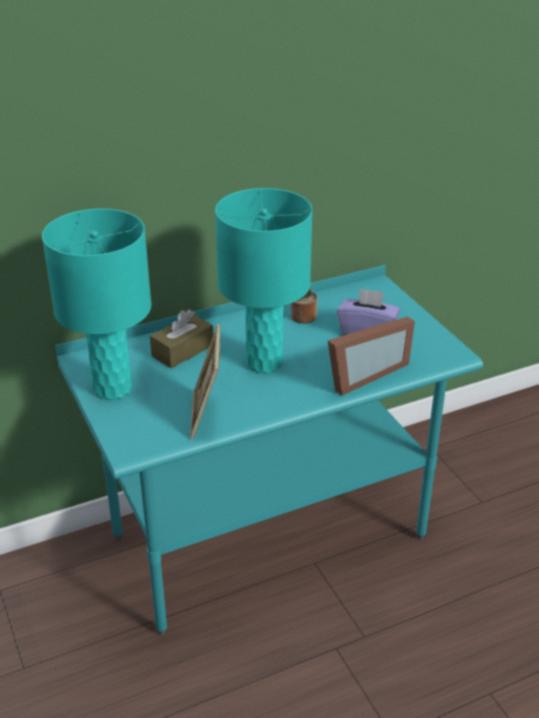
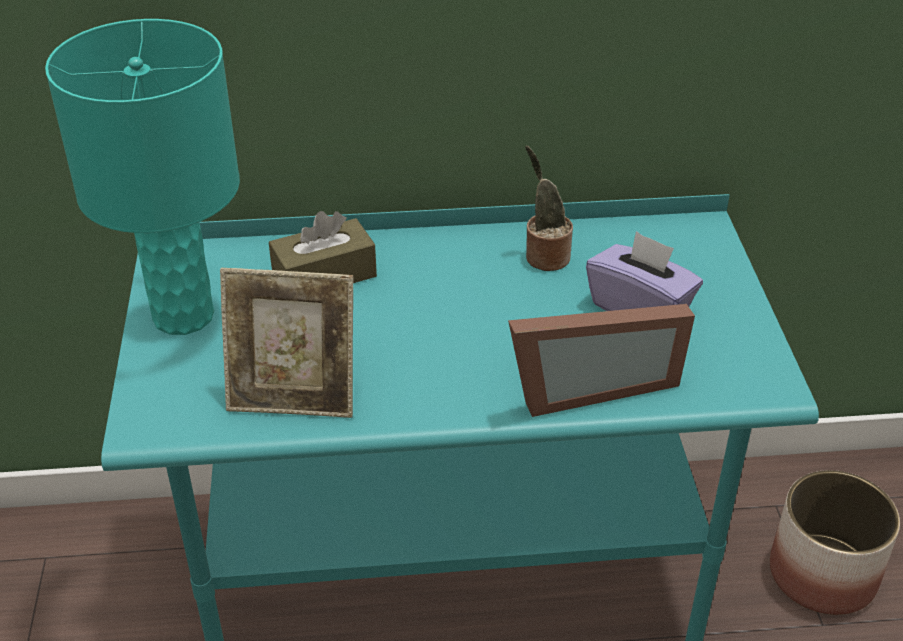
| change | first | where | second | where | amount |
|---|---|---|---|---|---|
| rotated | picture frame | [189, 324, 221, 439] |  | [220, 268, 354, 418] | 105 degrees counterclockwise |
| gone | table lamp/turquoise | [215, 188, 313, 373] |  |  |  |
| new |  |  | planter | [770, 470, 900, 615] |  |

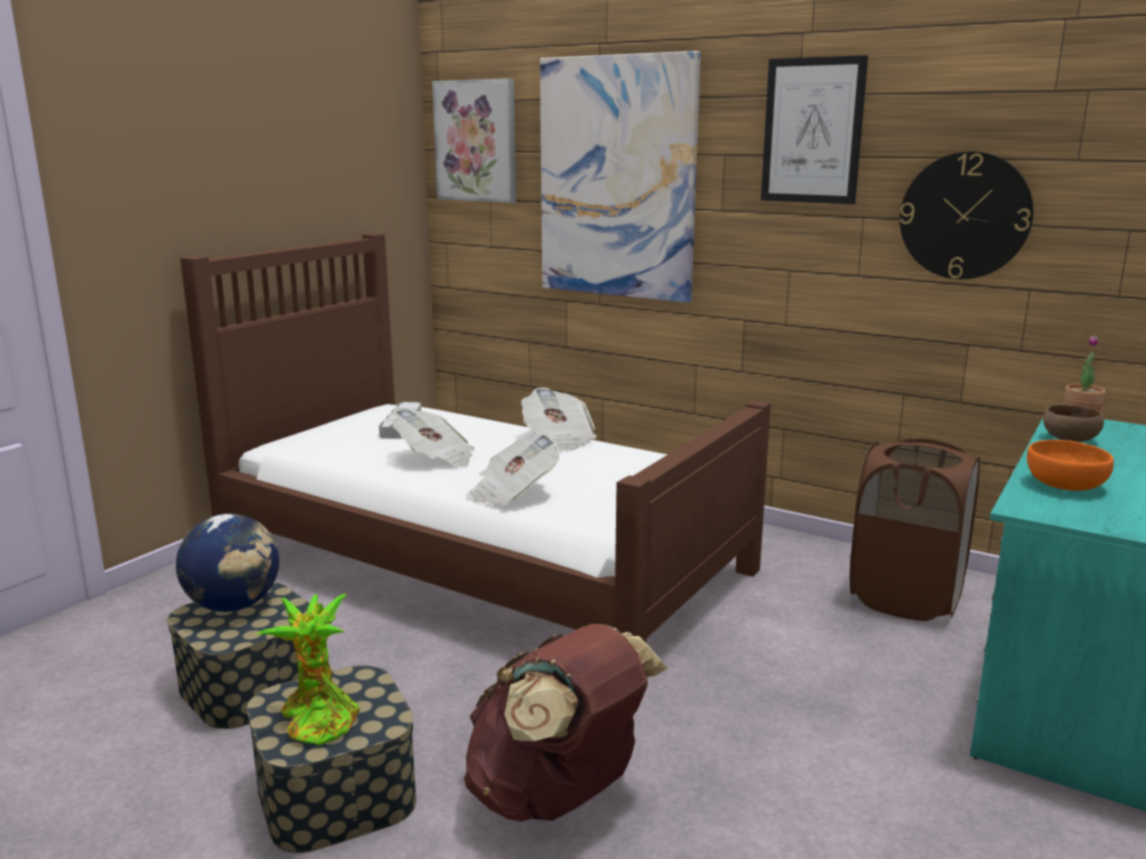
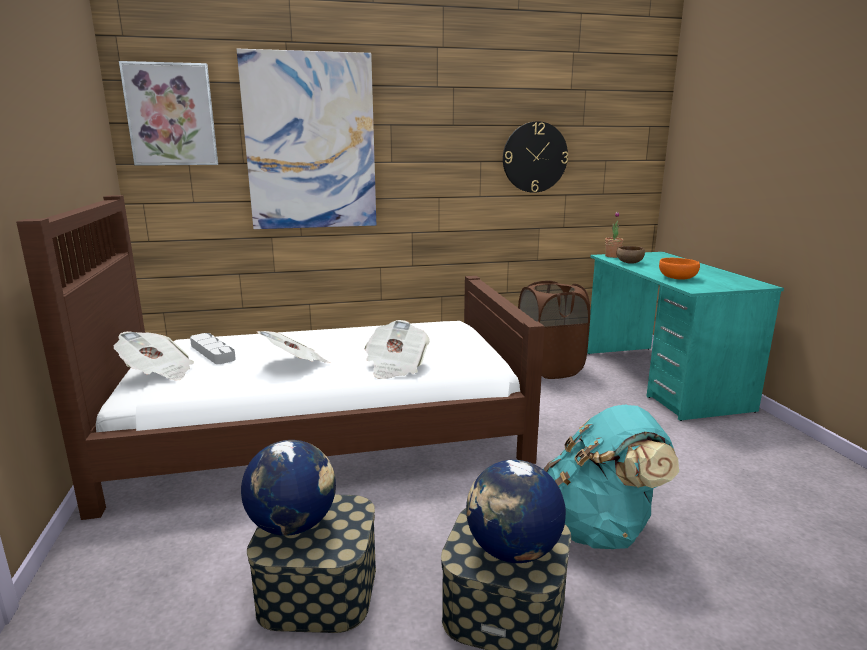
| change | first | where | second | where | amount |
|---|---|---|---|---|---|
| swapped | potted plant | [255, 594, 360, 746] | globe | [466, 460, 566, 563] |  |
| repainted | backpack/brown | [464, 624, 667, 822] | backpack/turquoise | [543, 404, 679, 549] |  |
| shifted | newspaper | [521, 388, 597, 452] |  | [114, 331, 194, 380] |  |
| gone | picture | [761, 55, 868, 204] |  |  |  |

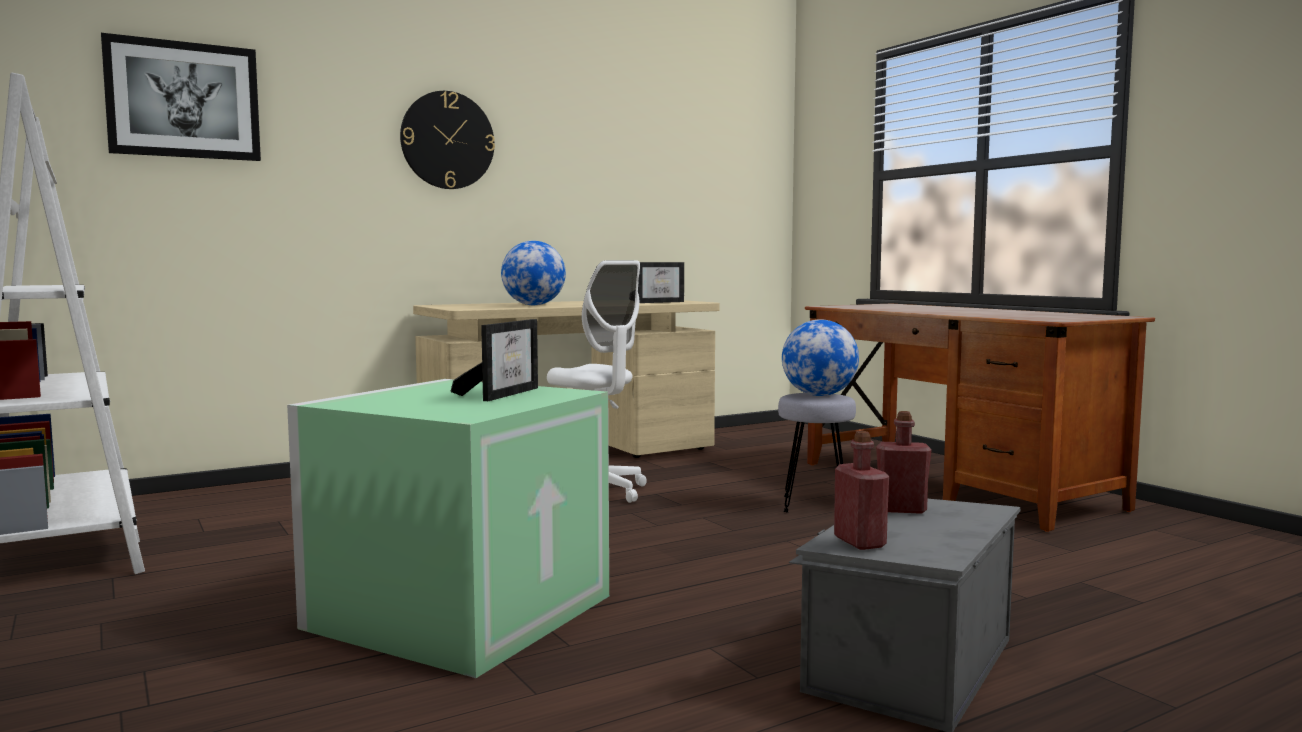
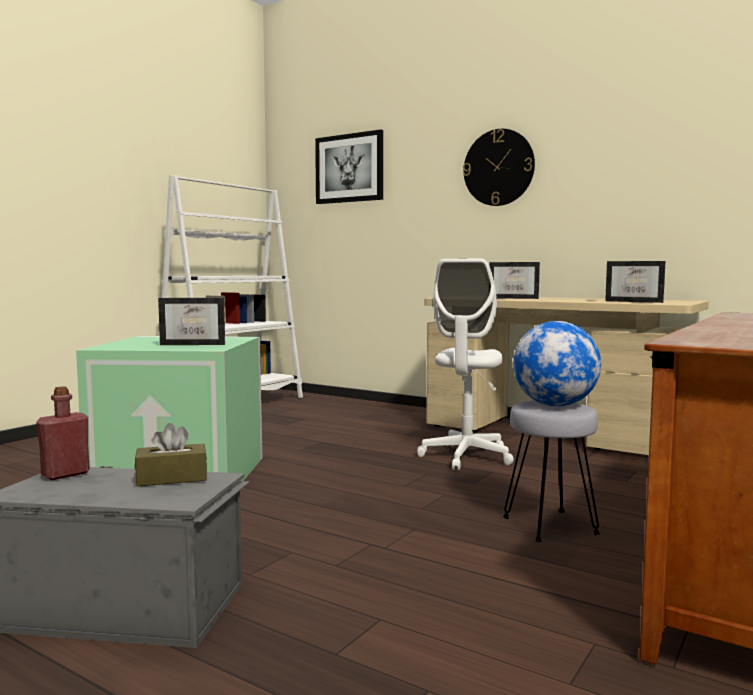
| change | first | where | second | where | amount |
|---|---|---|---|---|---|
| swapped | globe | [501, 240, 566, 305] | picture frame | [489, 262, 540, 299] |  |
| swapped | bottle/red | [876, 411, 932, 514] | tissue box/brown | [135, 423, 207, 486] |  |

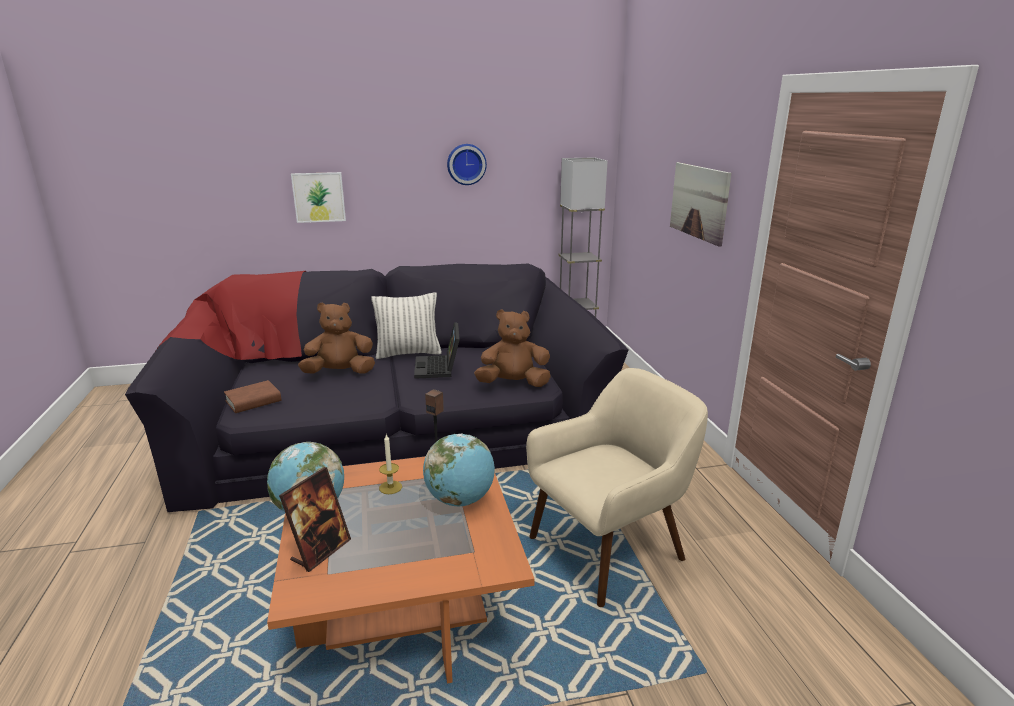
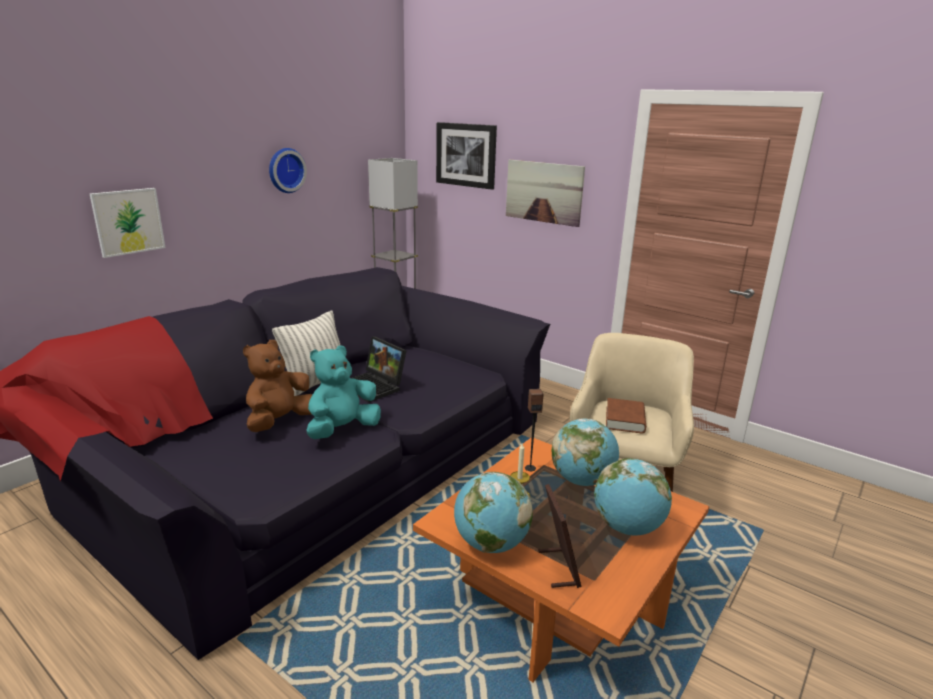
| change | first | where | second | where | amount |
|---|---|---|---|---|---|
| shifted | book/brown | [224, 380, 281, 413] |  | [606, 398, 646, 434] |  |
| gone | plush toy/brown | [474, 309, 551, 387] |  |  |  |
| new |  |  | plush toy/turquoise | [306, 345, 381, 439] |  |
| new |  |  | picture | [436, 122, 497, 190] |  |
| new |  |  | globe | [594, 458, 672, 536] |  |

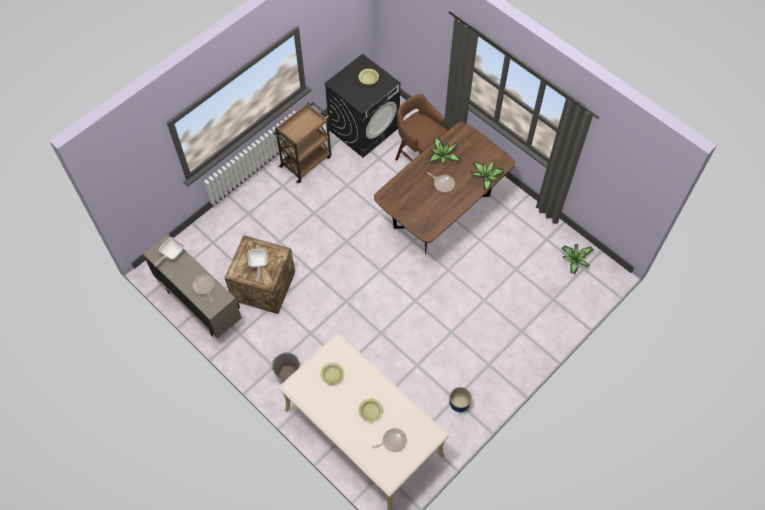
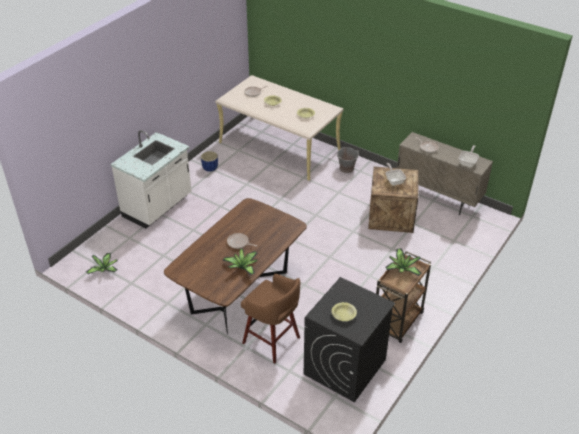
| change | first | where | second | where | amount |
|---|---|---|---|---|---|
| shifted | potted plant | [471, 161, 505, 190] |  | [386, 248, 422, 276] |  |
| new |  |  | counter/white | [111, 130, 192, 229] |  |

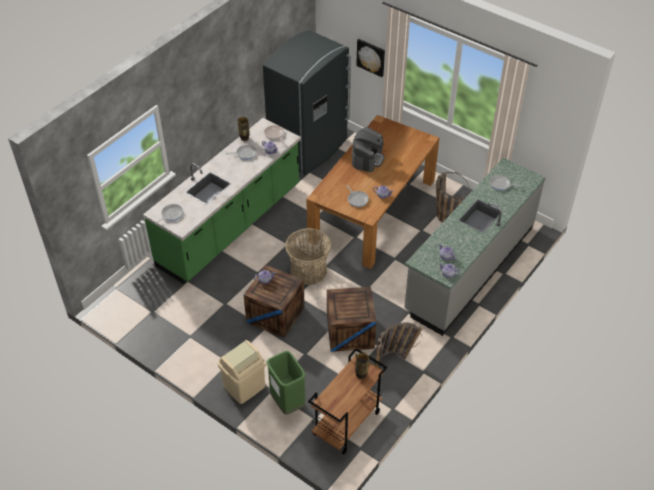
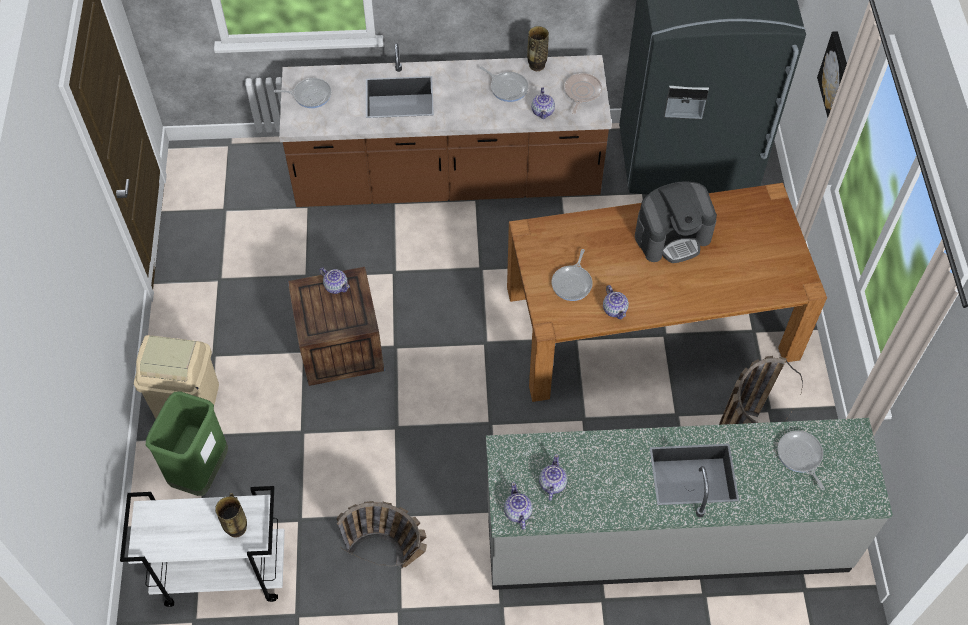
| change | first | where | second | where | amount |
|---|---|---|---|---|---|
| repainted | counter/green | [143, 118, 301, 284] | counter/brown | [279, 43, 612, 207] |  |
| gone | basket | [285, 228, 331, 285] |  |  |  |
| repainted | cart/brown | [308, 348, 387, 455] | cart/white | [120, 486, 285, 607] |  |
| gone | crate | [327, 287, 376, 352] |  |  |  |

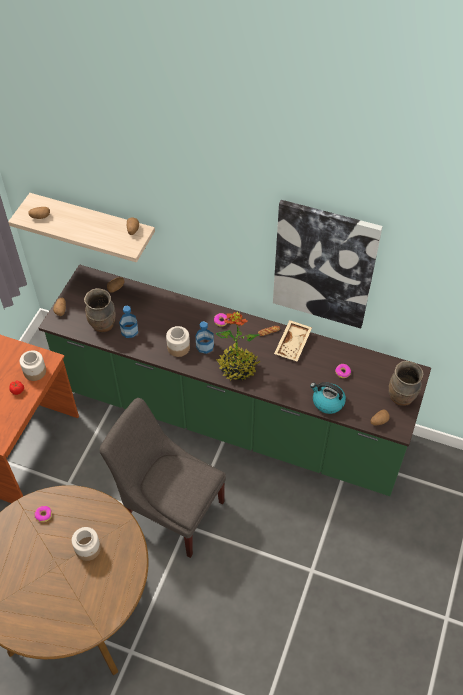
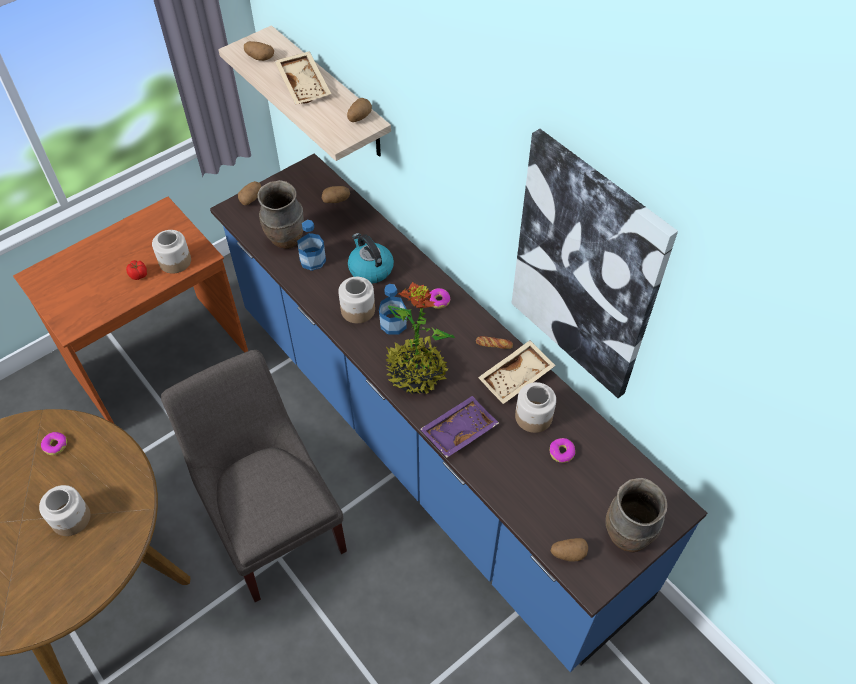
| change | first | where | second | where | amount |
|---|---|---|---|---|---|
| repainted | counter/green | [39, 264, 431, 496] | counter/blue | [210, 153, 707, 672] |  |
| shifted | kettle | [310, 382, 346, 414] |  | [348, 233, 394, 284] |  |
| new |  |  | tray/beige | [275, 51, 331, 105] |  |
| new |  |  | tray/purple | [420, 396, 499, 458] |  |
| new |  |  | jar | [515, 382, 556, 433] |  |

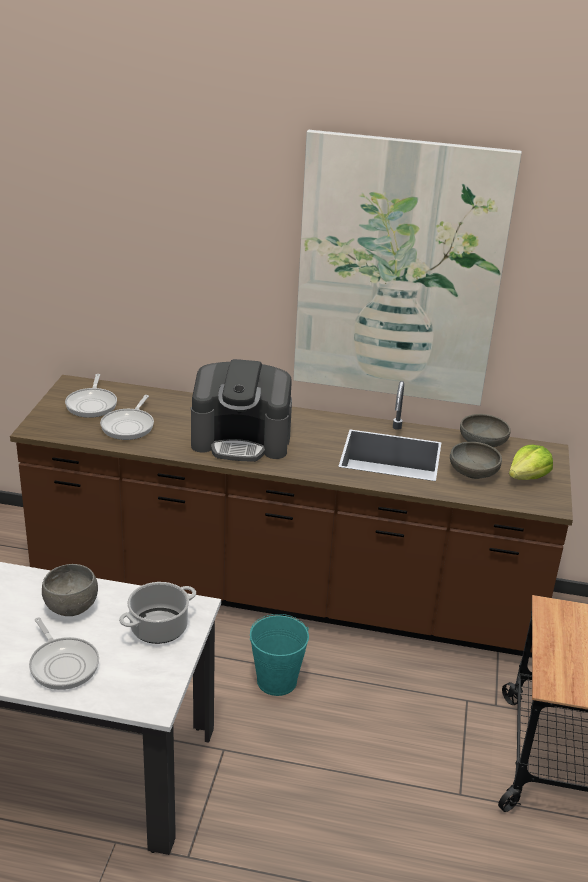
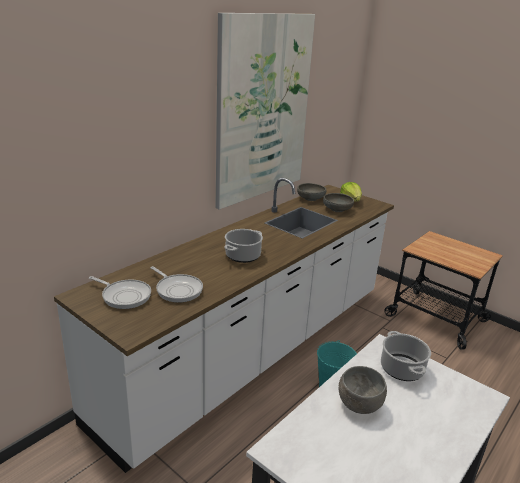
| change | first | where | second | where | amount |
|---|---|---|---|---|---|
| repainted | counter/brown | [10, 375, 573, 658] | counter/white | [54, 178, 394, 473] |  |
| gone | frying pan | [29, 617, 99, 690] |  |  |  |
| swapped | coffee machine | [191, 359, 292, 462] | cooking pot | [224, 229, 263, 263] |  |

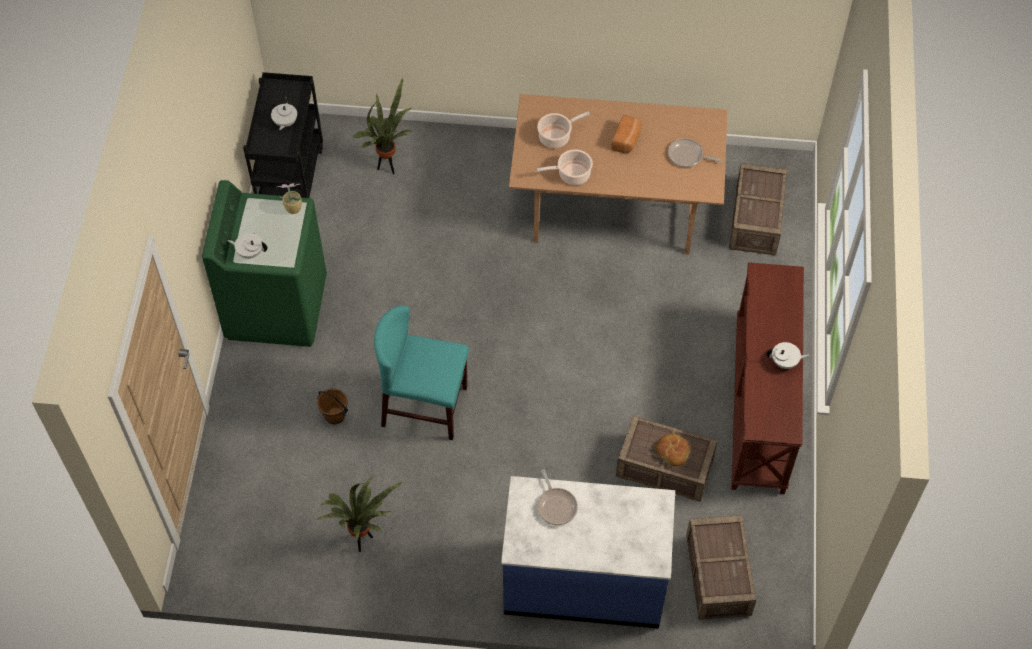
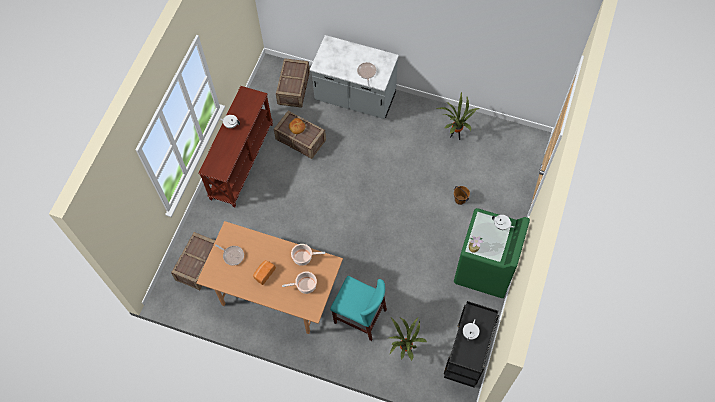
| change | first | where | second | where | amount |
|---|---|---|---|---|---|
| shifted | chair/turquoise | [374, 305, 469, 440] |  | [330, 276, 387, 341] |  |
| repainted | counter/blue | [501, 476, 675, 629] | counter/grey | [310, 35, 399, 119] |  |

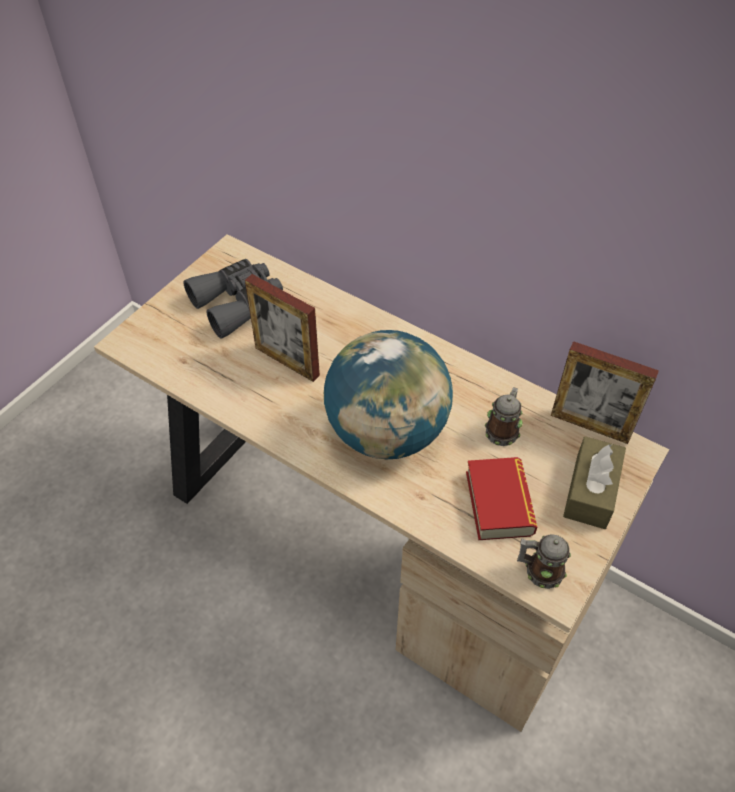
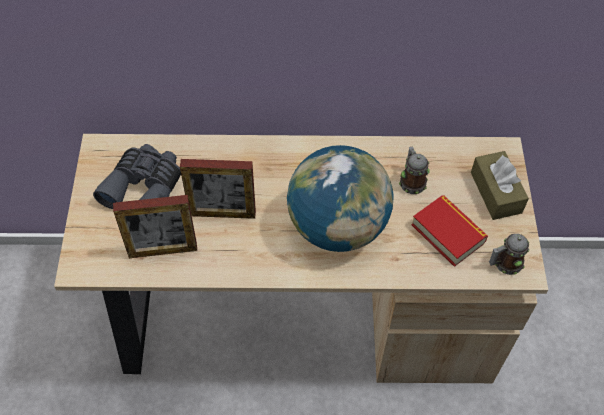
| change | first | where | second | where | amount |
|---|---|---|---|---|---|
| shifted | picture frame | [551, 341, 659, 444] |  | [113, 195, 197, 258] |  |

